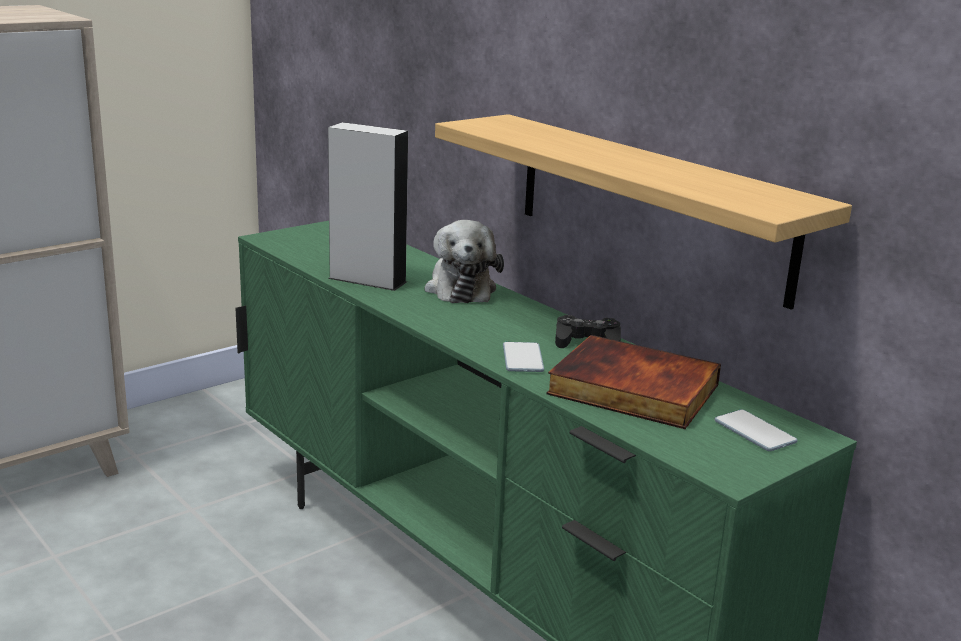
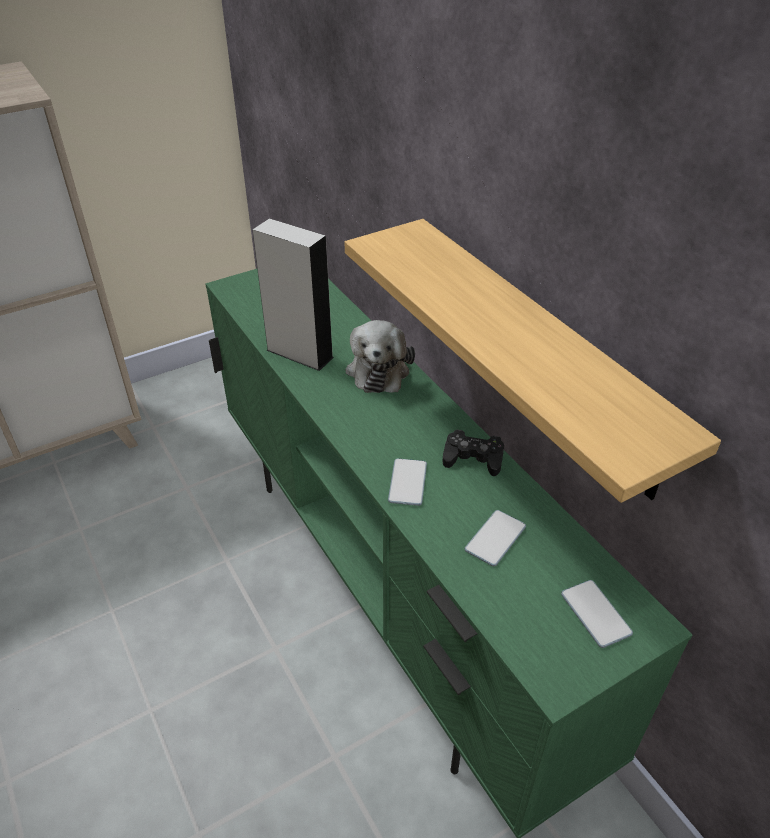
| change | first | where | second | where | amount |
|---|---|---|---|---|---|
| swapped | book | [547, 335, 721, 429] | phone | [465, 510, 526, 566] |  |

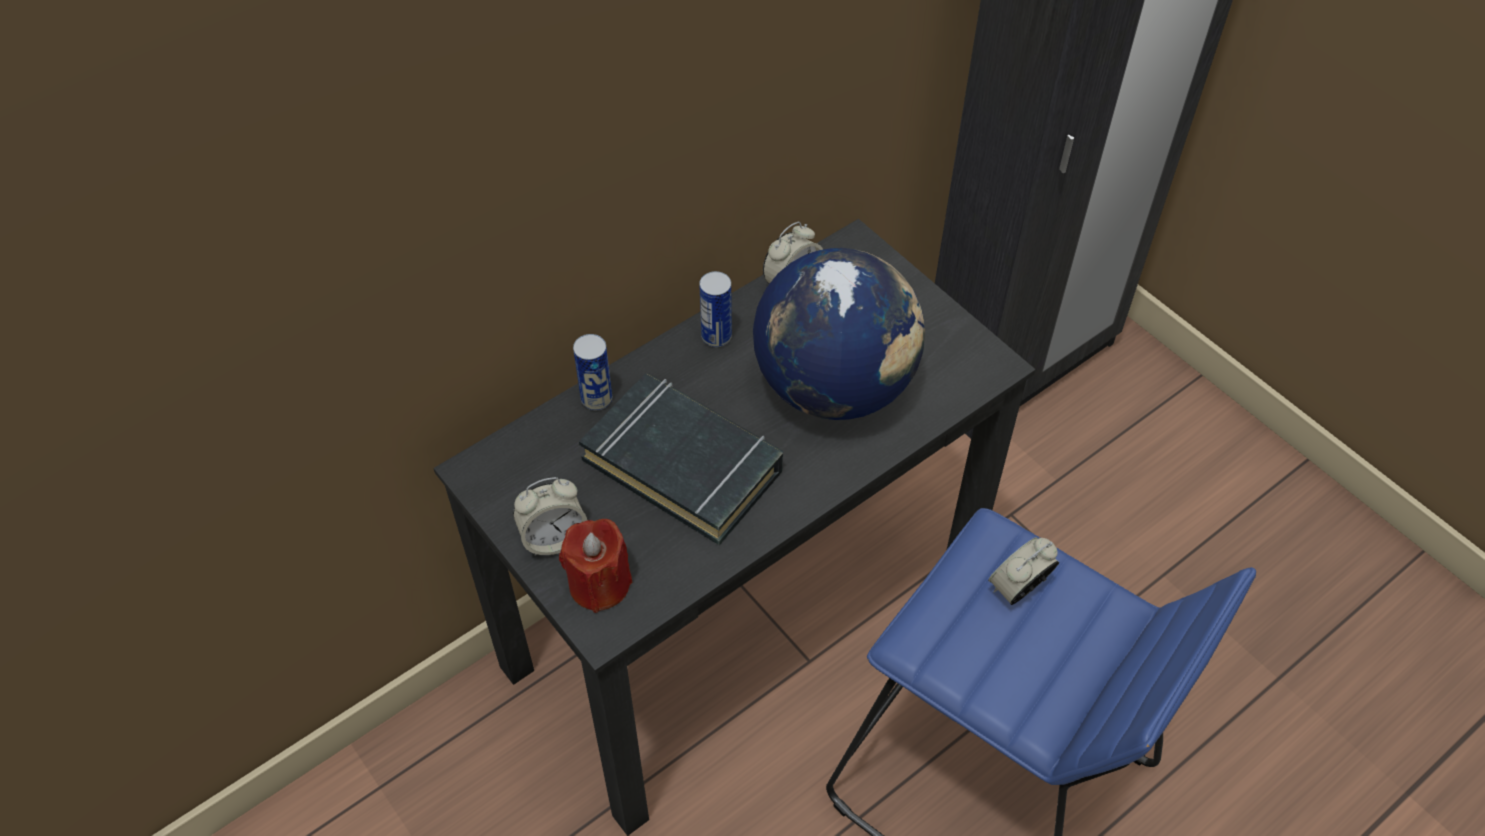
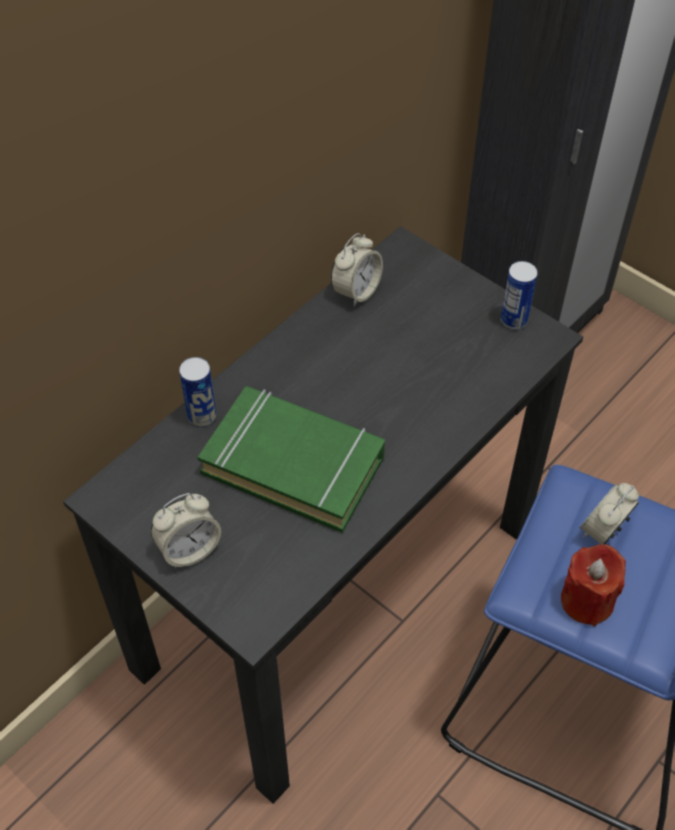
| change | first | where | second | where | amount |
|---|---|---|---|---|---|
| shifted | candle/red | [559, 519, 632, 613] |  | [561, 544, 626, 627] |  |
| repainted | book/black | [579, 373, 783, 545] | book/green | [197, 386, 385, 533] |  |
| shifted | can | [699, 271, 732, 347] |  | [501, 261, 538, 330] |  |
| gone | globe | [753, 248, 925, 420] |  |  |  |

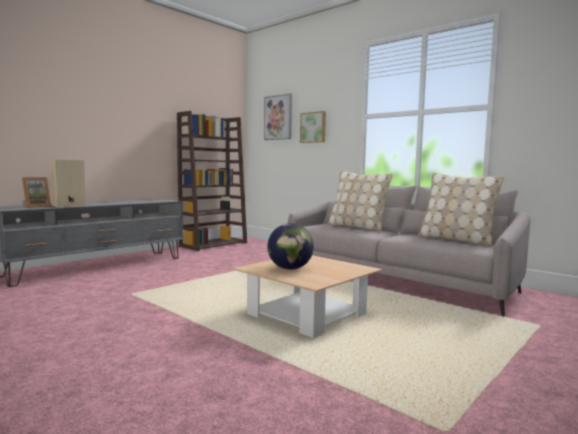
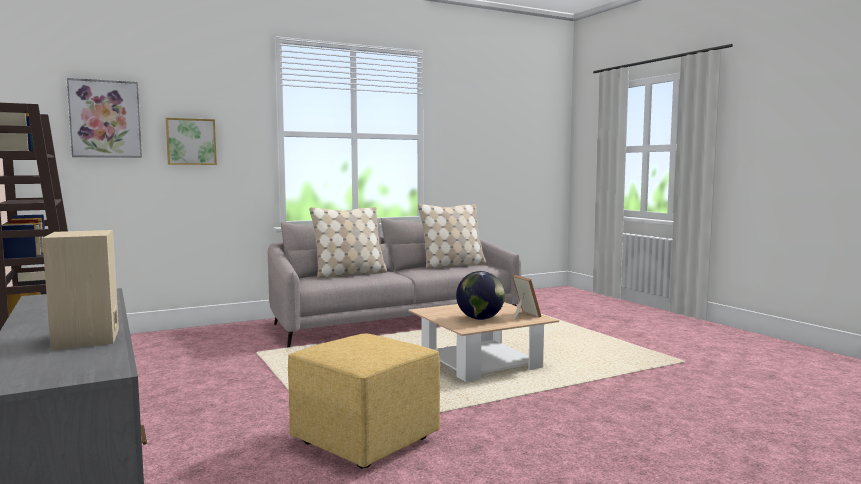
| change | first | where | second | where | amount |
|---|---|---|---|---|---|
| shifted | picture frame | [22, 177, 51, 208] |  | [512, 275, 541, 320] |  |
| new |  |  | ottoman/yellow | [288, 334, 440, 468] |  |

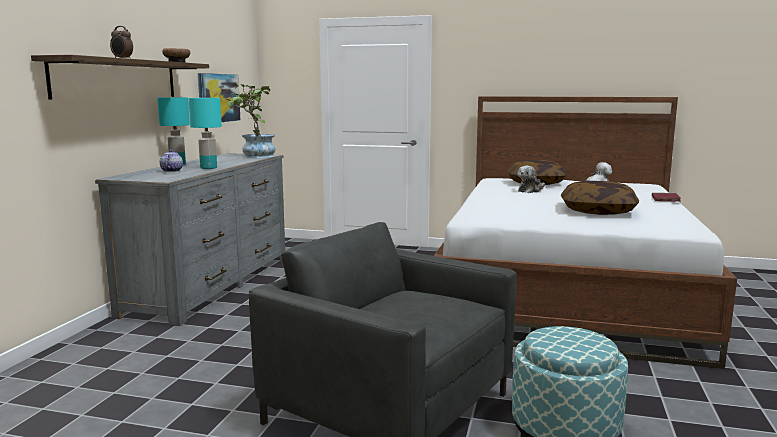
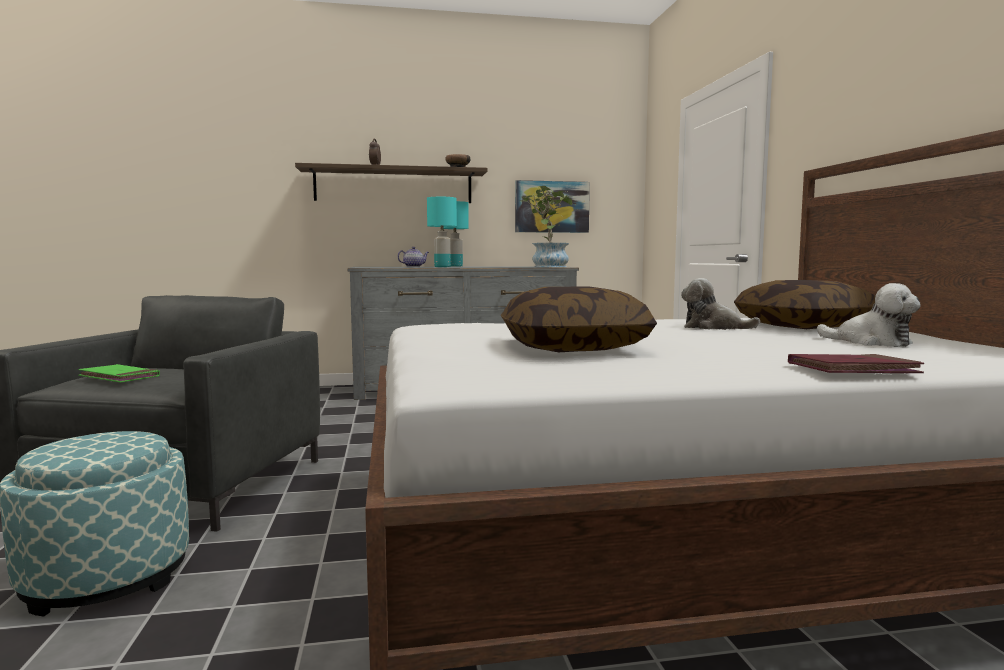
| change | first | where | second | where | amount |
|---|---|---|---|---|---|
| new |  |  | book/green | [78, 364, 160, 383] |  |

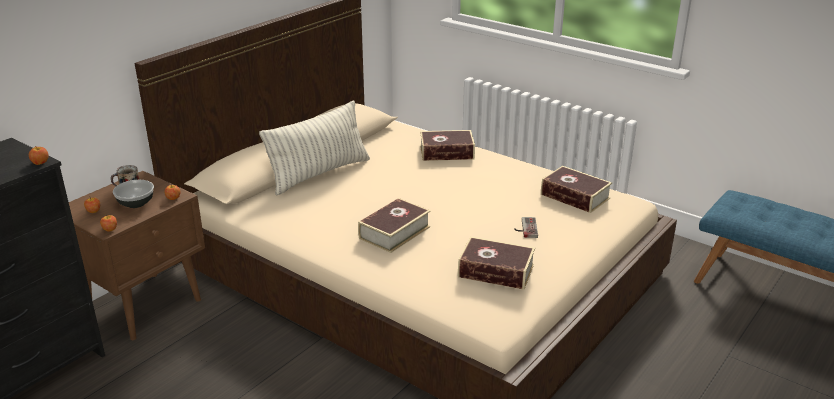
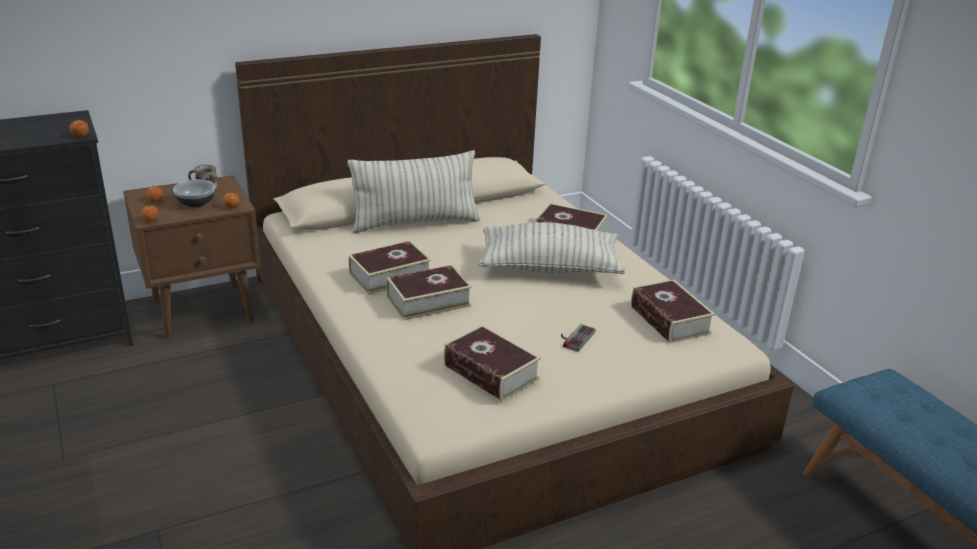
| change | first | where | second | where | amount |
|---|---|---|---|---|---|
| new |  |  | book | [349, 241, 431, 295] |  |
| new |  |  | pillow | [478, 222, 625, 274] |  |

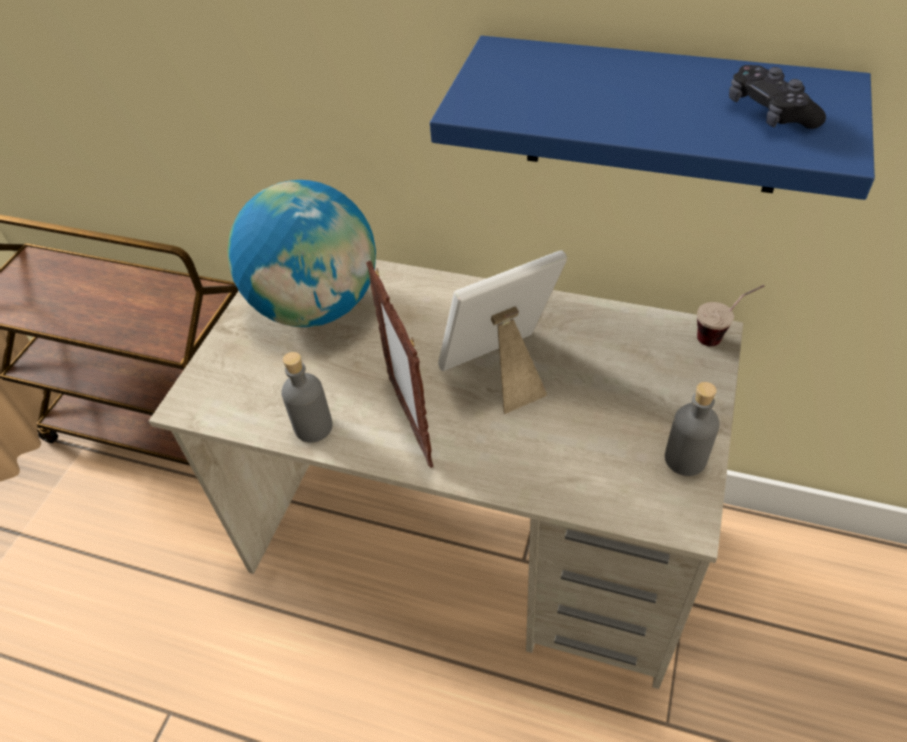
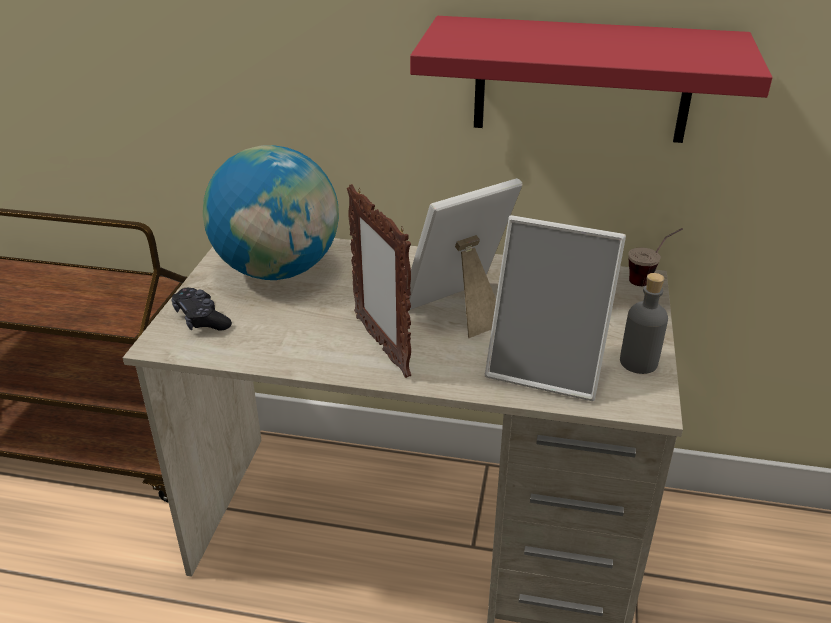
| change | first | where | second | where | amount |
|---|---|---|---|---|---|
| gone | bottle/grey | [281, 352, 333, 443] |  |  |  |
| repainted | shelf/blue | [430, 36, 875, 200] | shelf/red | [410, 16, 772, 143] |  |
| shifted | game controller/black | [729, 65, 826, 129] |  | [171, 288, 232, 330] |  |
| new |  |  | picture frame | [485, 215, 626, 401] |  |

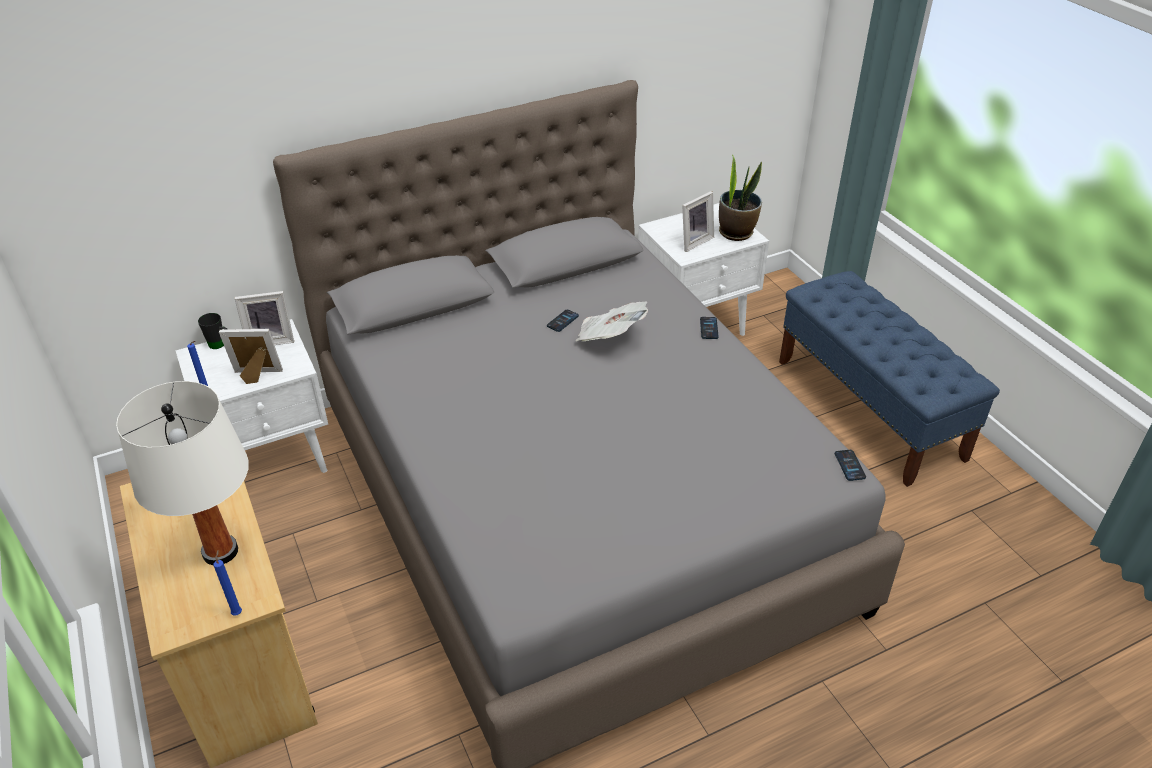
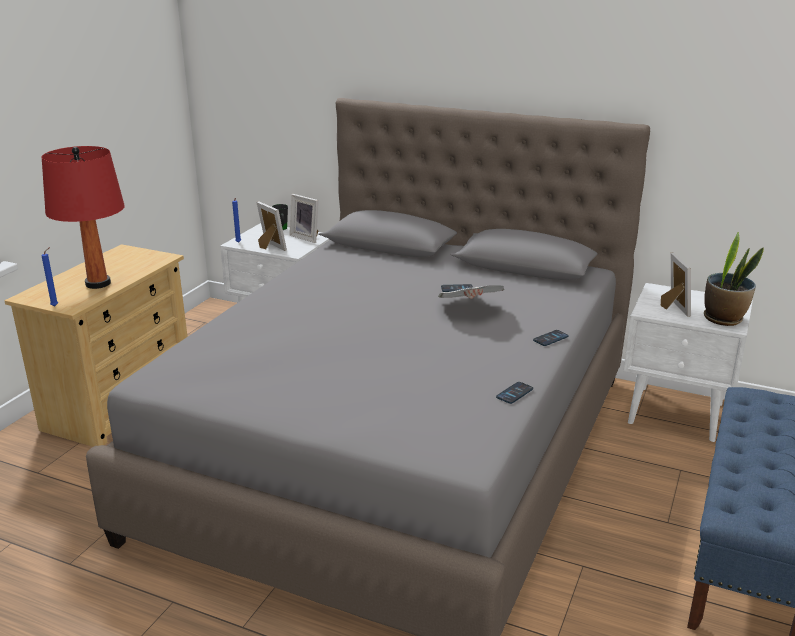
| change | first | where | second | where | amount |
|---|---|---|---|---|---|
| repainted | table lamp/white | [116, 381, 249, 565] | table lamp/red | [41, 146, 125, 289] |  |
| rotated | picture frame | [682, 191, 714, 252] |  | [661, 252, 691, 317] | 105 degrees counterclockwise |
| shifted | phone | [835, 450, 866, 481] |  | [496, 382, 533, 404] |  |

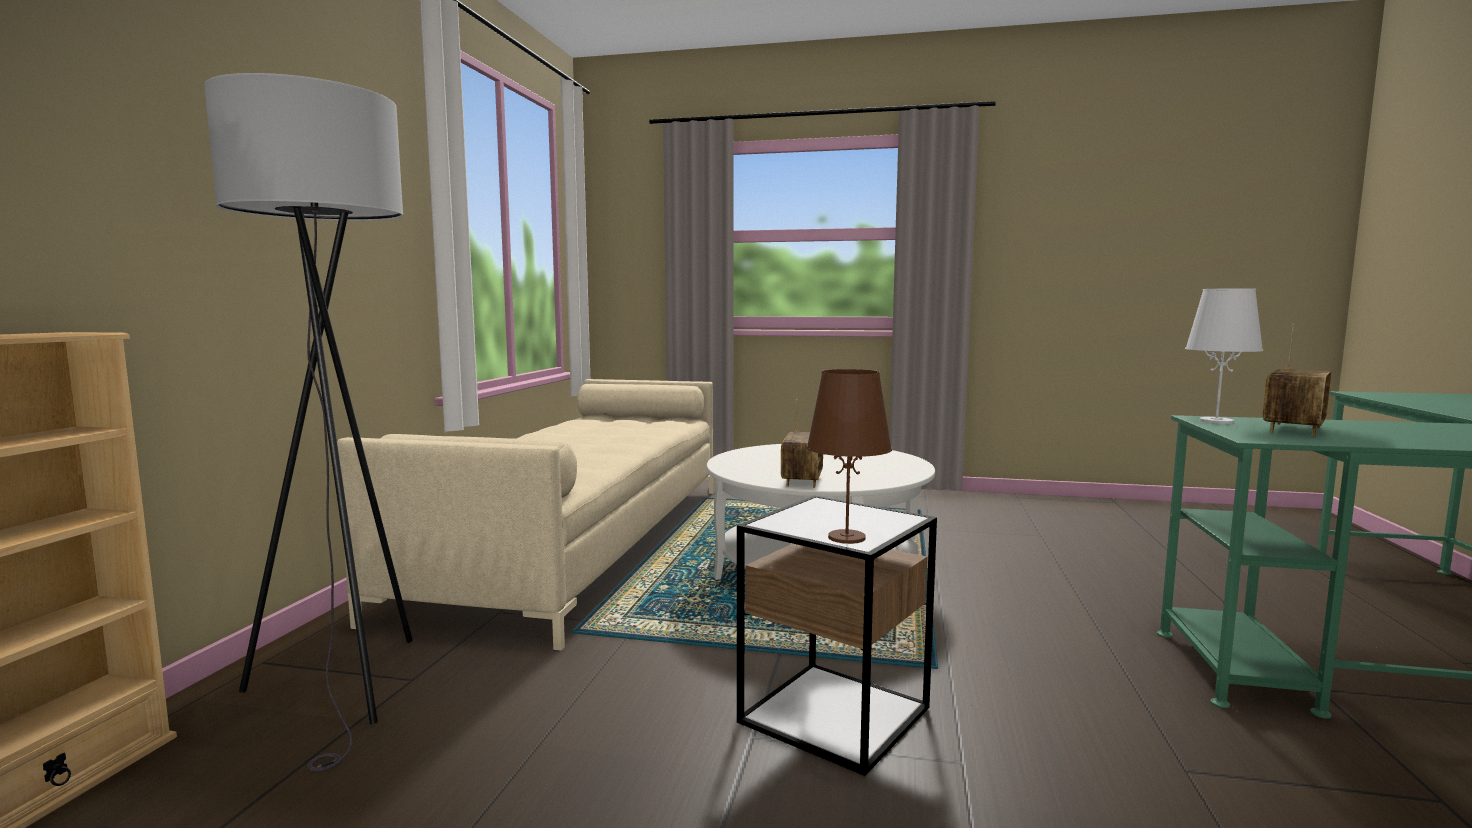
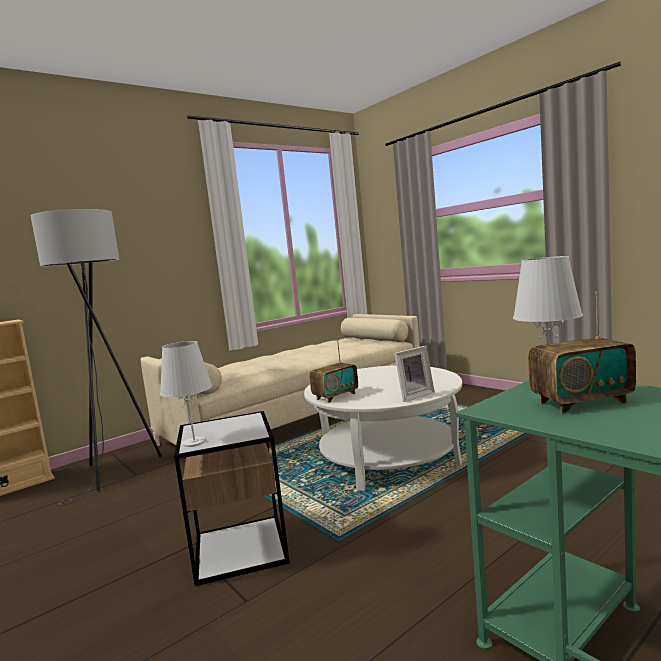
| change | first | where | second | where | amount |
|---|---|---|---|---|---|
| repainted | table lamp/brown | [807, 369, 892, 544] | table lamp/white | [160, 341, 212, 447] |  |
| new |  |  | picture frame | [394, 346, 435, 402] |  |

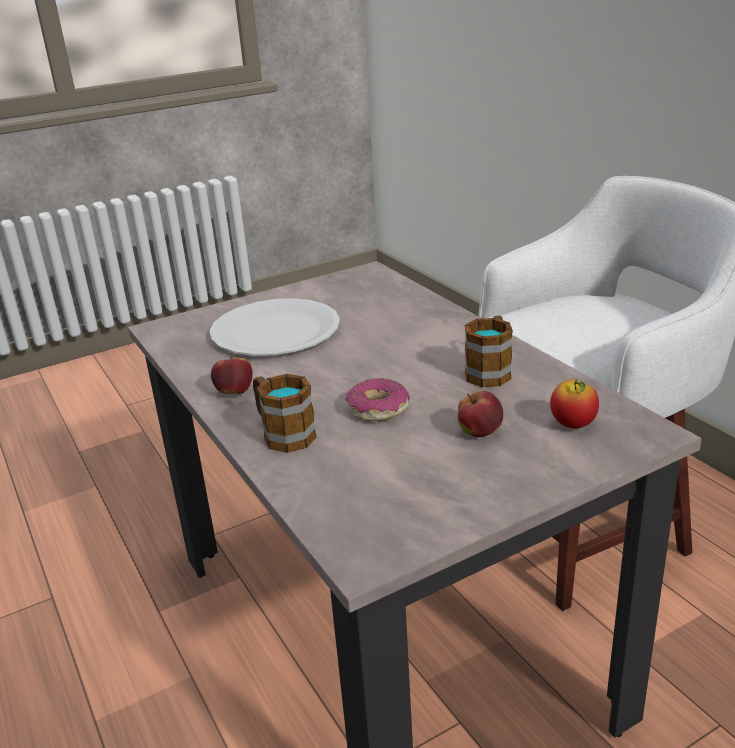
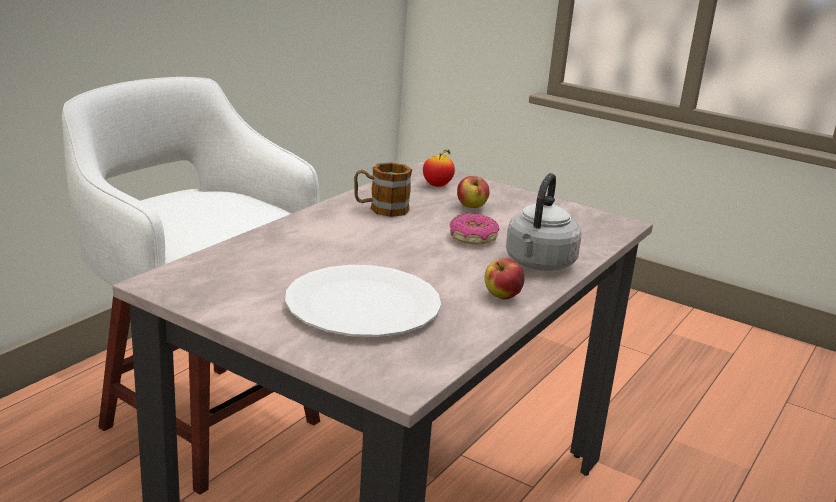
| change | first | where | second | where | amount |
|---|---|---|---|---|---|
| swapped | mug | [253, 374, 316, 453] | kettle/grey | [506, 173, 582, 271] |  |

